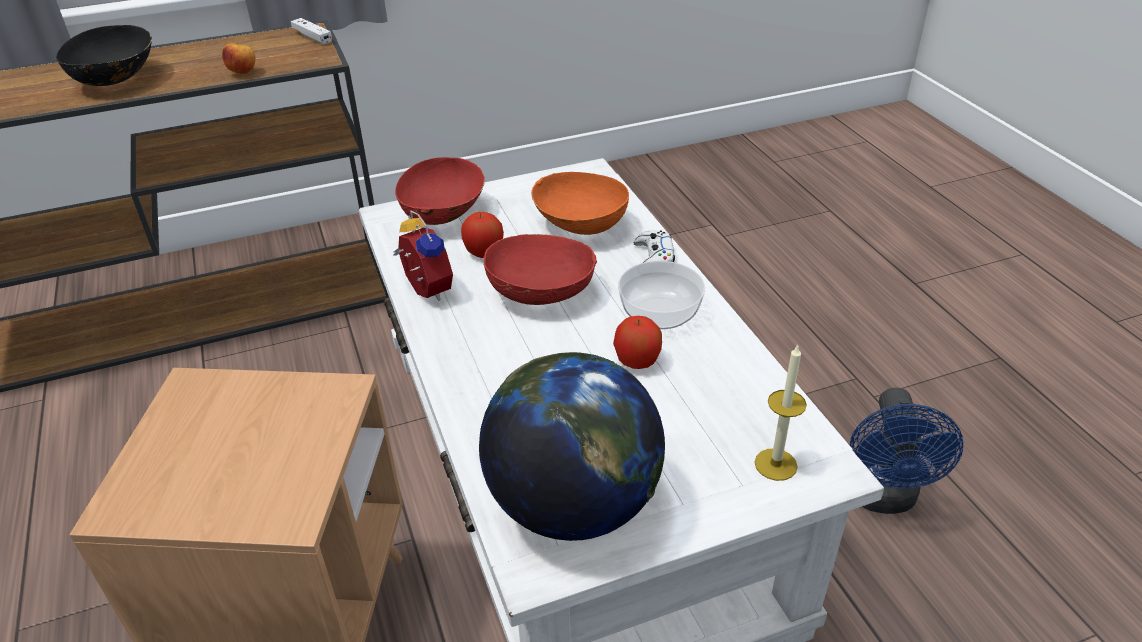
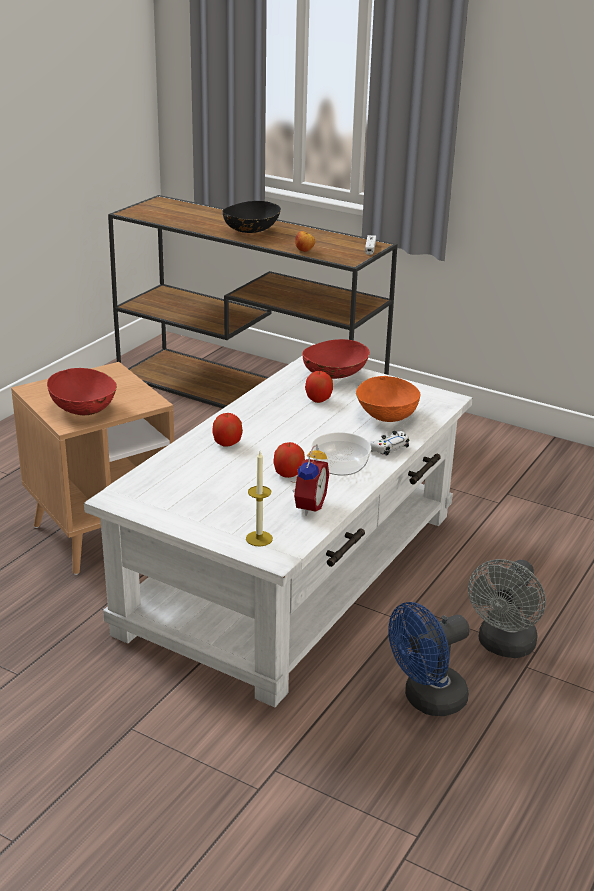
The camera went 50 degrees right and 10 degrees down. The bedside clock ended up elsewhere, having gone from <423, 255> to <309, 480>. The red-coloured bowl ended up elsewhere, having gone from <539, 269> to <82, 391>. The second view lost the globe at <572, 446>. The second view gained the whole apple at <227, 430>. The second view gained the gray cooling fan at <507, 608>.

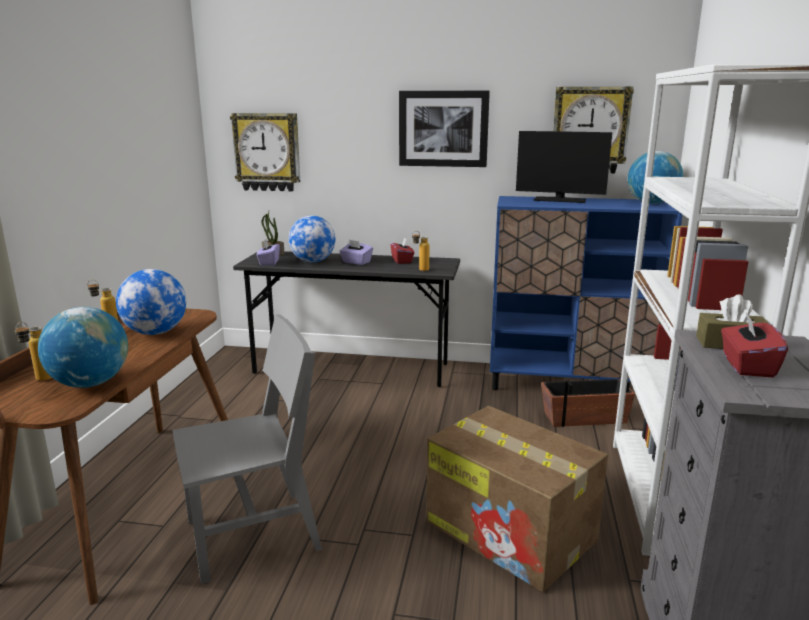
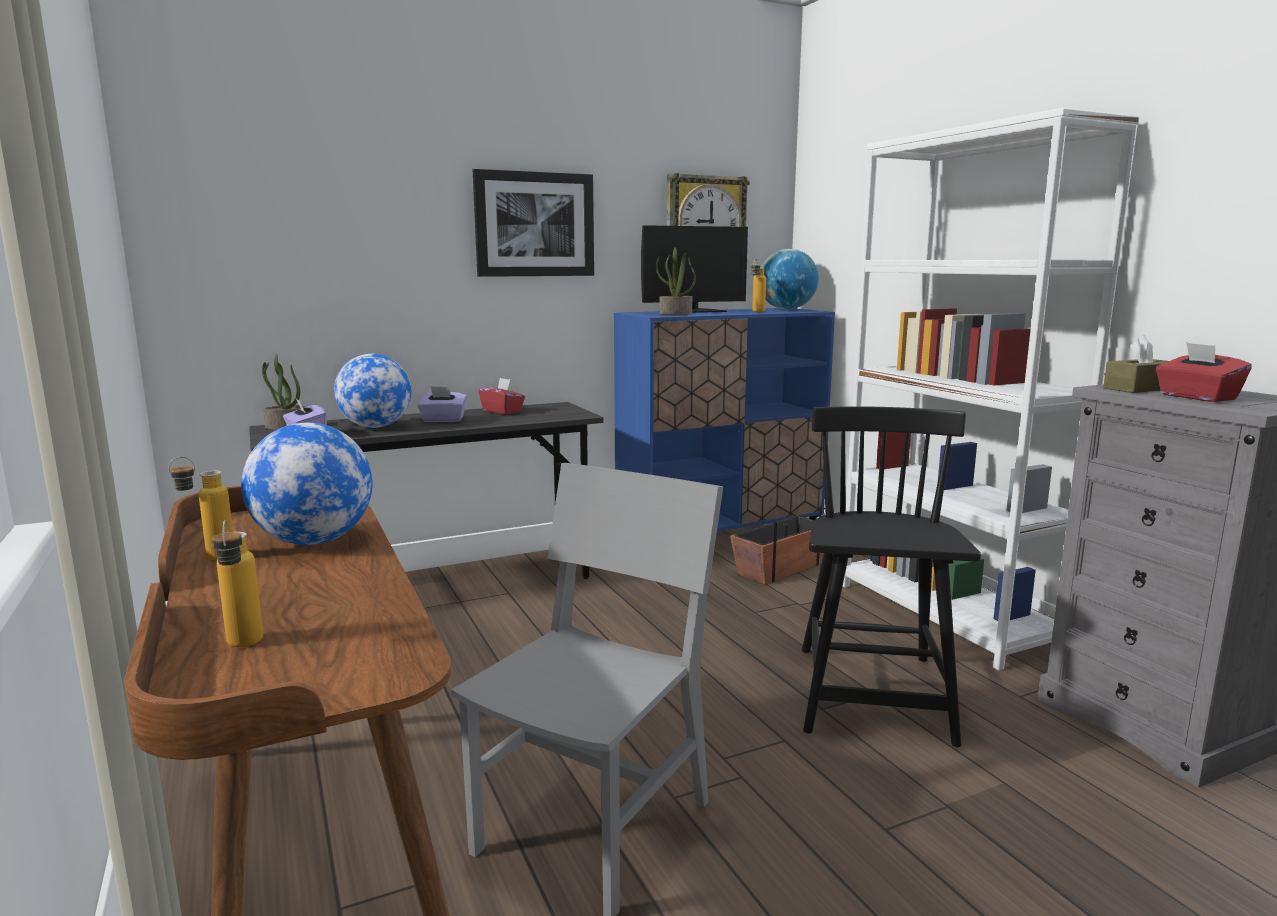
The camera went 35 degrees left and 5 degrees down. The second view lost the wall clock at <265, 152>. The beverage bottle ended up elsewhere, having gone from <421, 251> to <758, 285>. The second view lost the globe at <83, 347>. Where the packing box stood at <517, 499>, the black plain chair came to stand at <891, 576>. The second view gained the potted plant at <676, 281>.

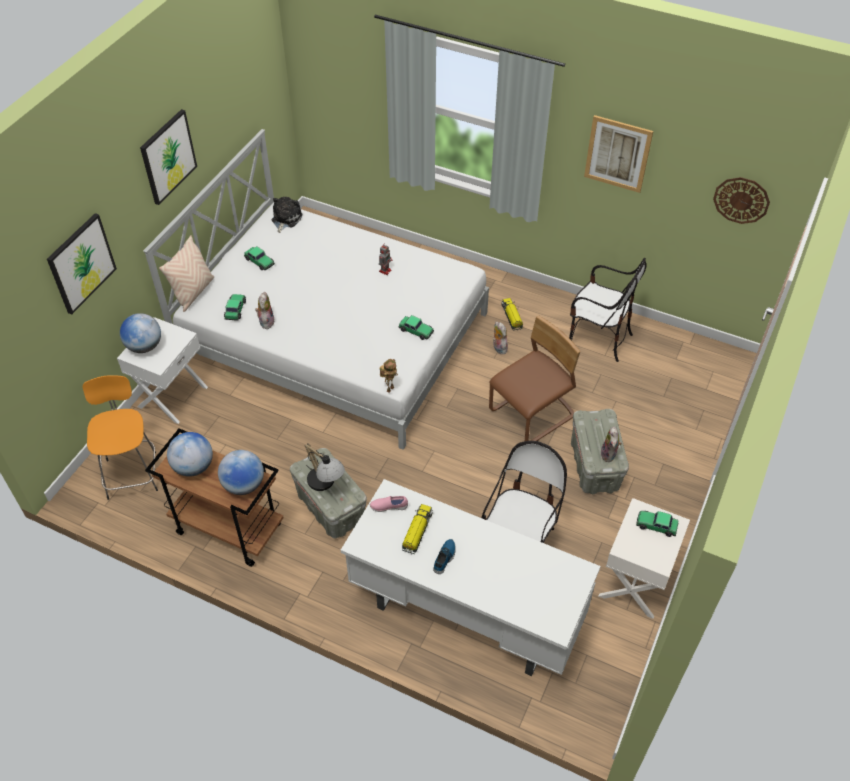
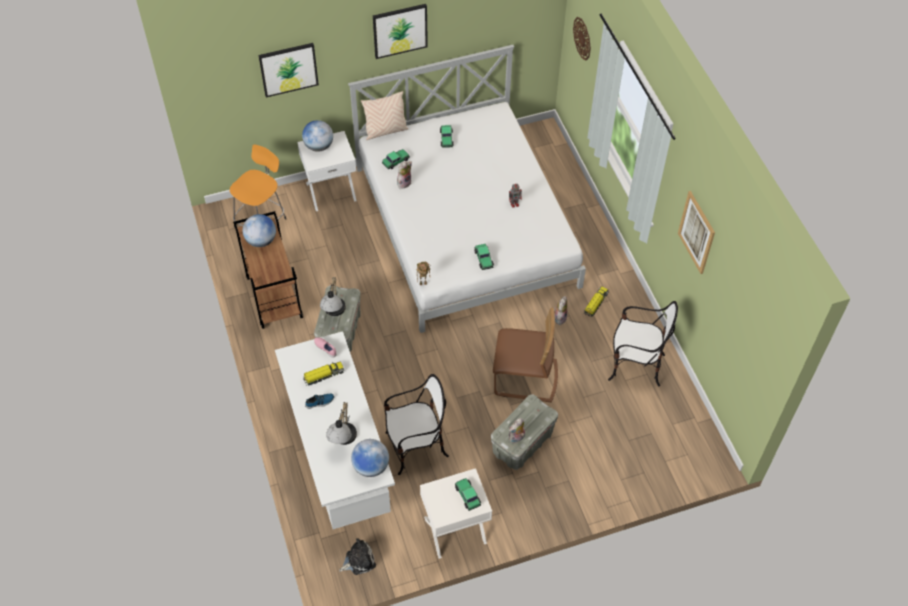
The camera went 45 degrees right and 5 degrees up. The wall clock ended up elsewhere, having gone from <741, 200> to <582, 38>. The cuddly toy ended up elsewhere, having gone from <287, 215> to <357, 556>. The plain chair at <607, 310> ended up facing another way, 60 degrees counterclockwise from before. The globe ended up elsewhere, having gone from <241, 472> to <370, 458>. The second view gained the table lamp at <341, 423>.

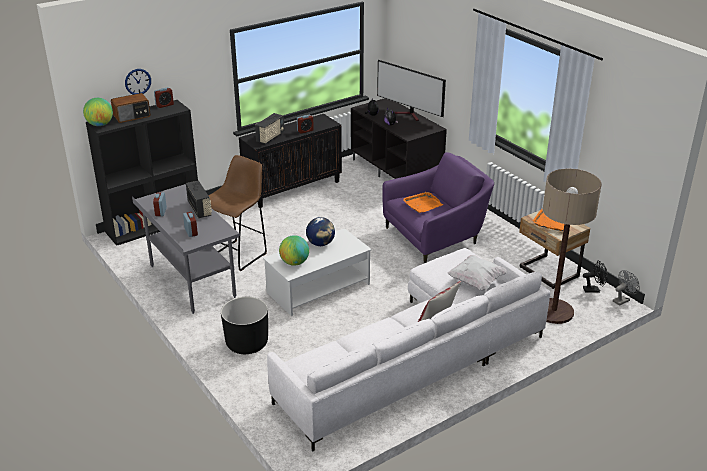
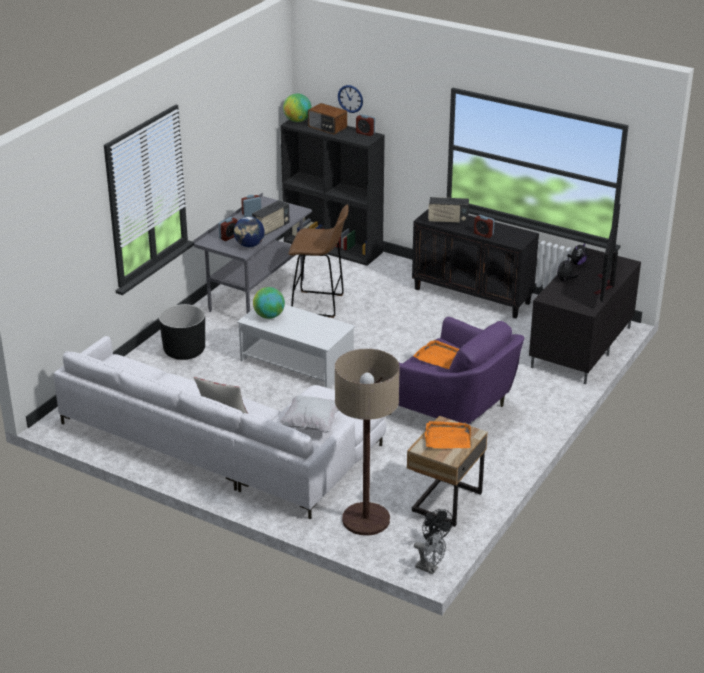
The camera went 65 degrees right and 0 degrees up. The globe ended up elsewhere, having gone from <320, 231> to <249, 231>.

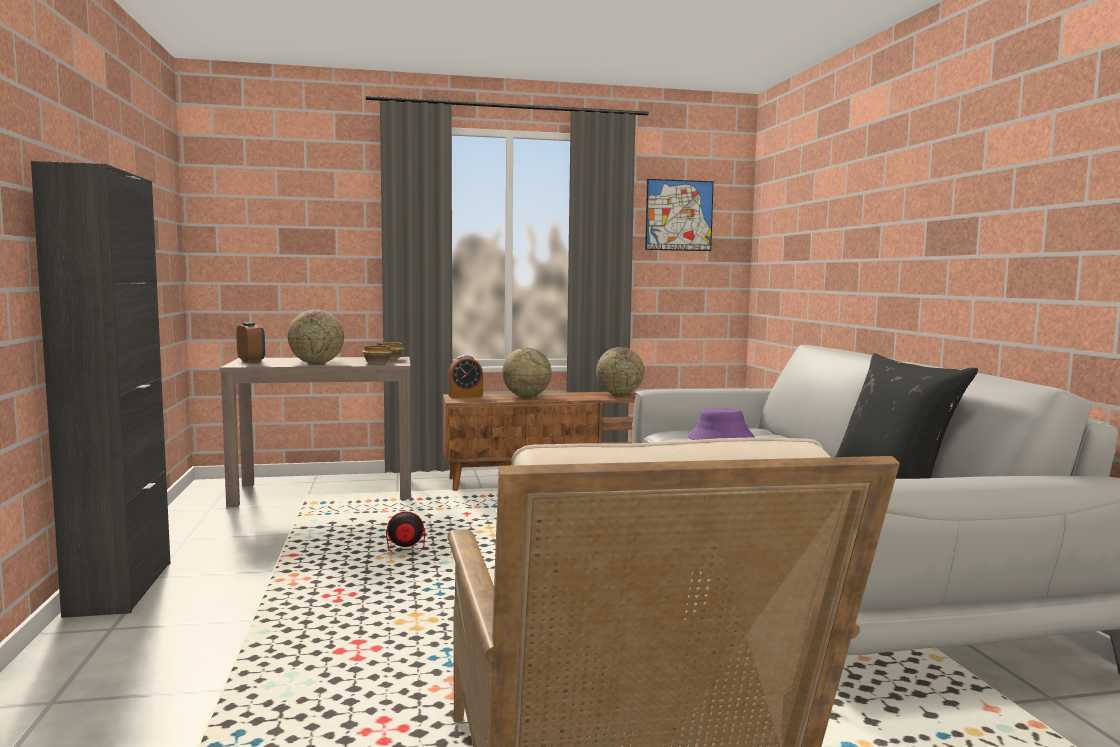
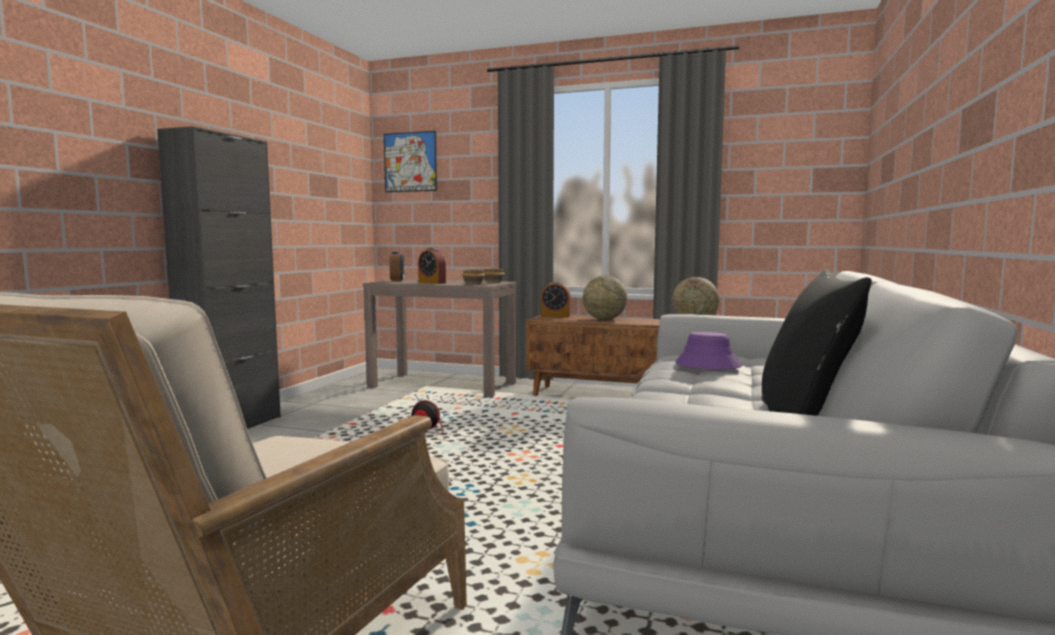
The camera went 30 degrees right and 0 degrees up. The picture ended up elsewhere, having gone from <679, 215> to <410, 161>. Where the globe stood at <316, 337>, the bedside clock came to stand at <432, 266>.

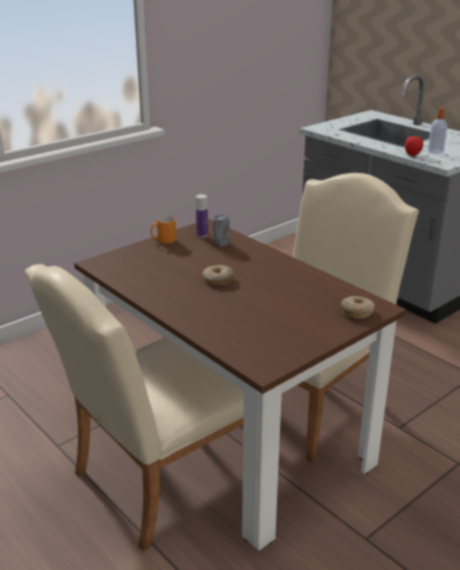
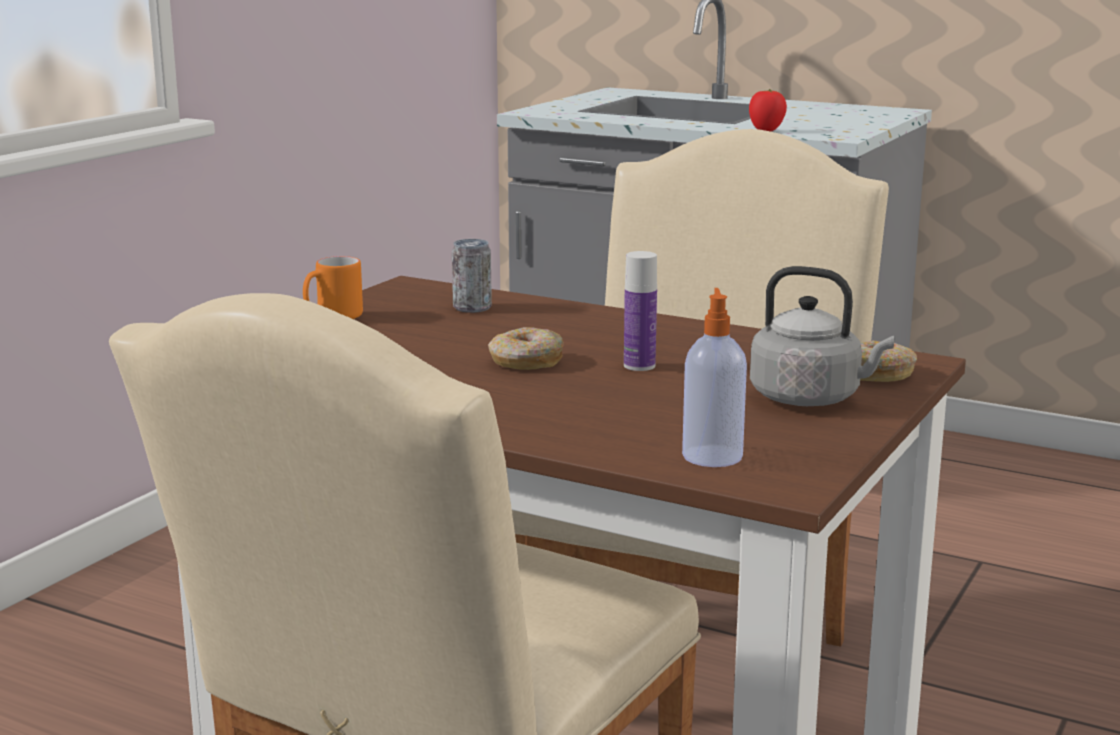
The camera went 20 degrees left and 10 degrees down. The liquid soap bottle ended up elsewhere, having gone from <437, 130> to <714, 377>. The beverage bottle ended up elsewhere, having gone from <202, 216> to <640, 311>. The second view gained the gray tea kettle at <822, 336>.

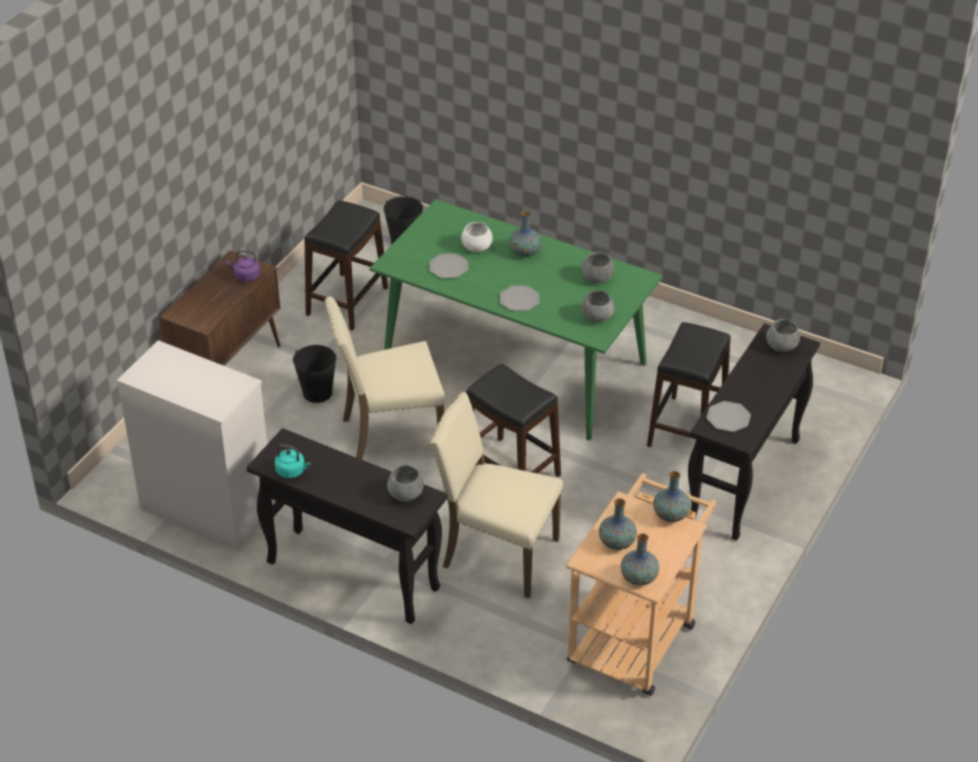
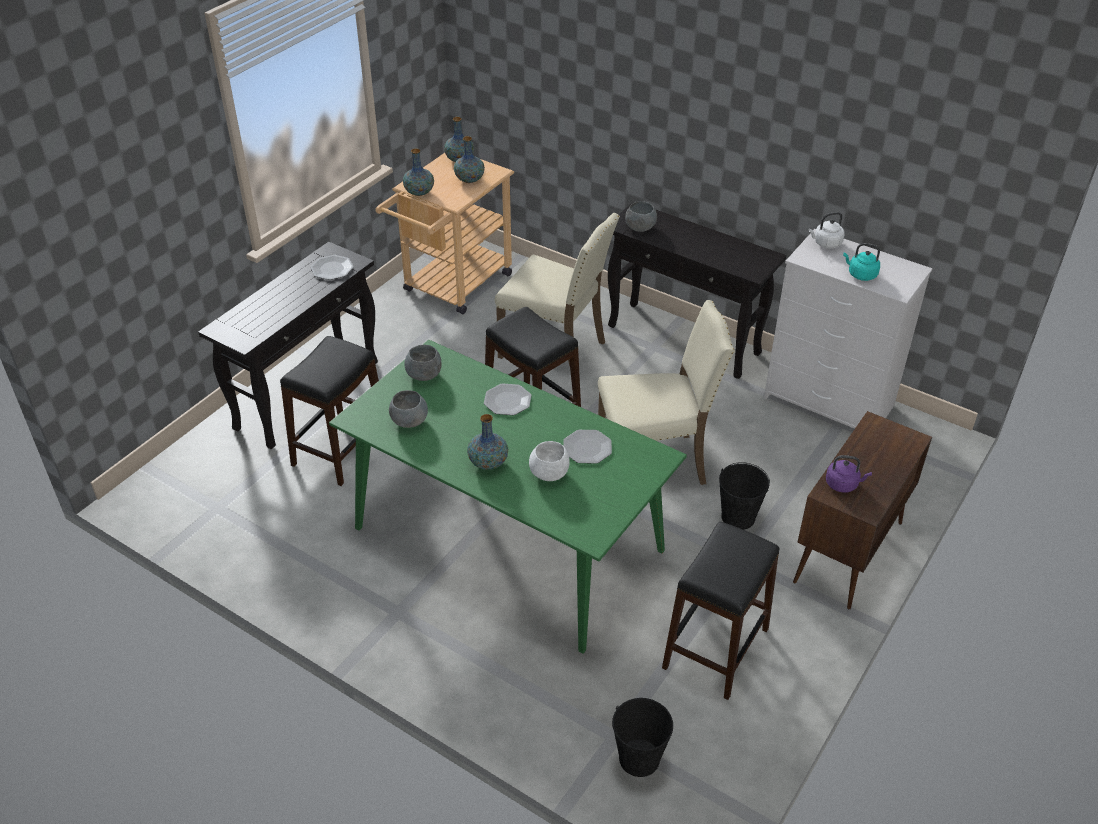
The camera went 175 degrees left and 0 degrees up. The second view lost the gray bowl at <783, 335>. The blue-green tea kettle ended up elsewhere, having gone from <292, 461> to <861, 262>. The second view gained the white tea kettle at <827, 230>.

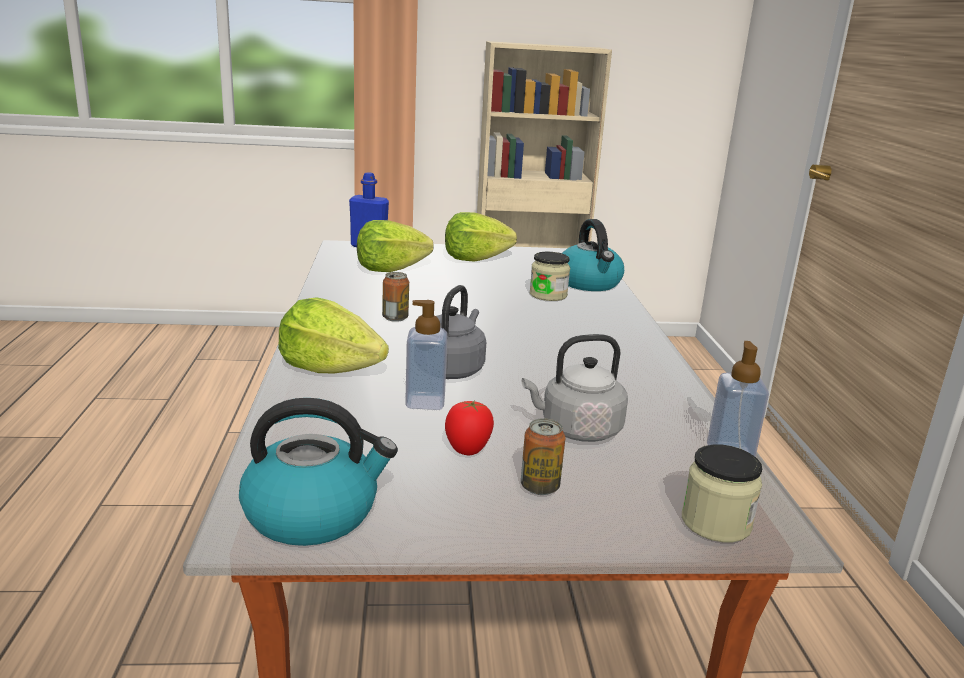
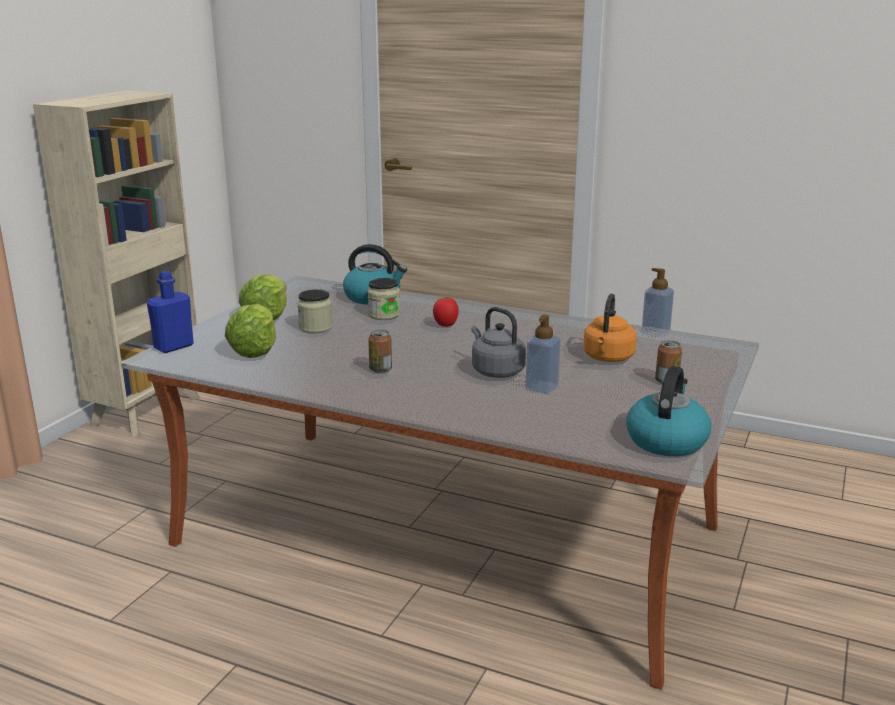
The camera went 60 degrees left and 0 degrees up. The second view lost the lettuce head at <333, 335>. What was the gray tea kettle at <575, 388> turned into the orangey tea kettle at <610, 328>. The whole tomato ended up elsewhere, having gone from <469, 428> to <446, 312>. The preserve jar ended up elsewhere, having gone from <722, 493> to <314, 311>.

